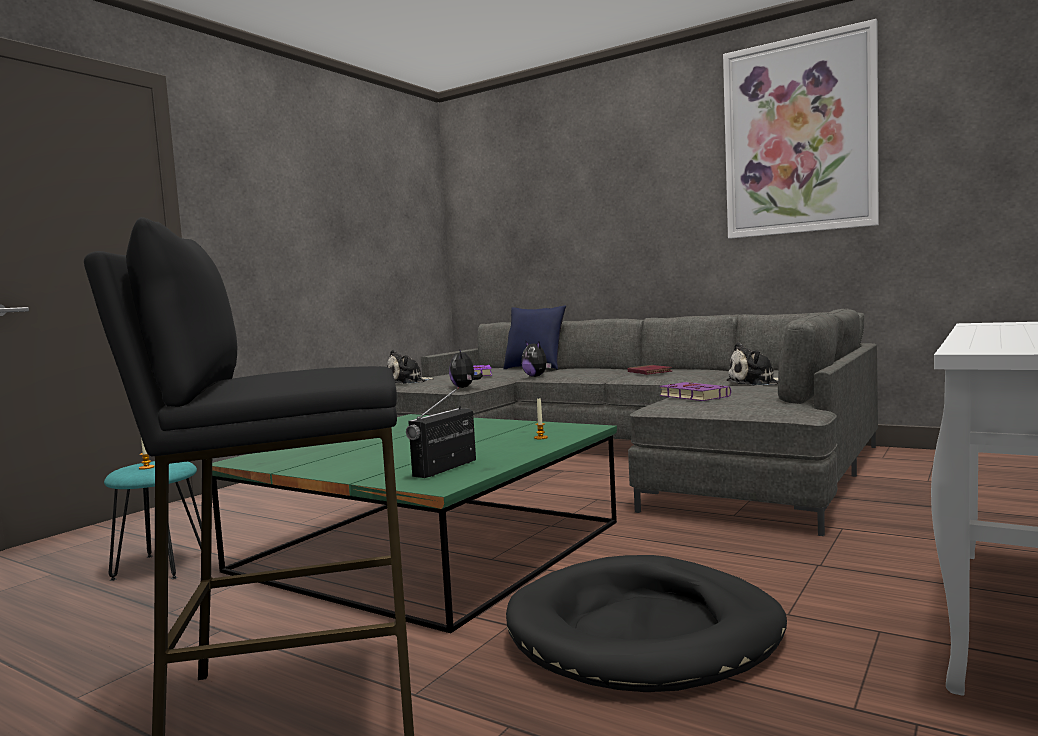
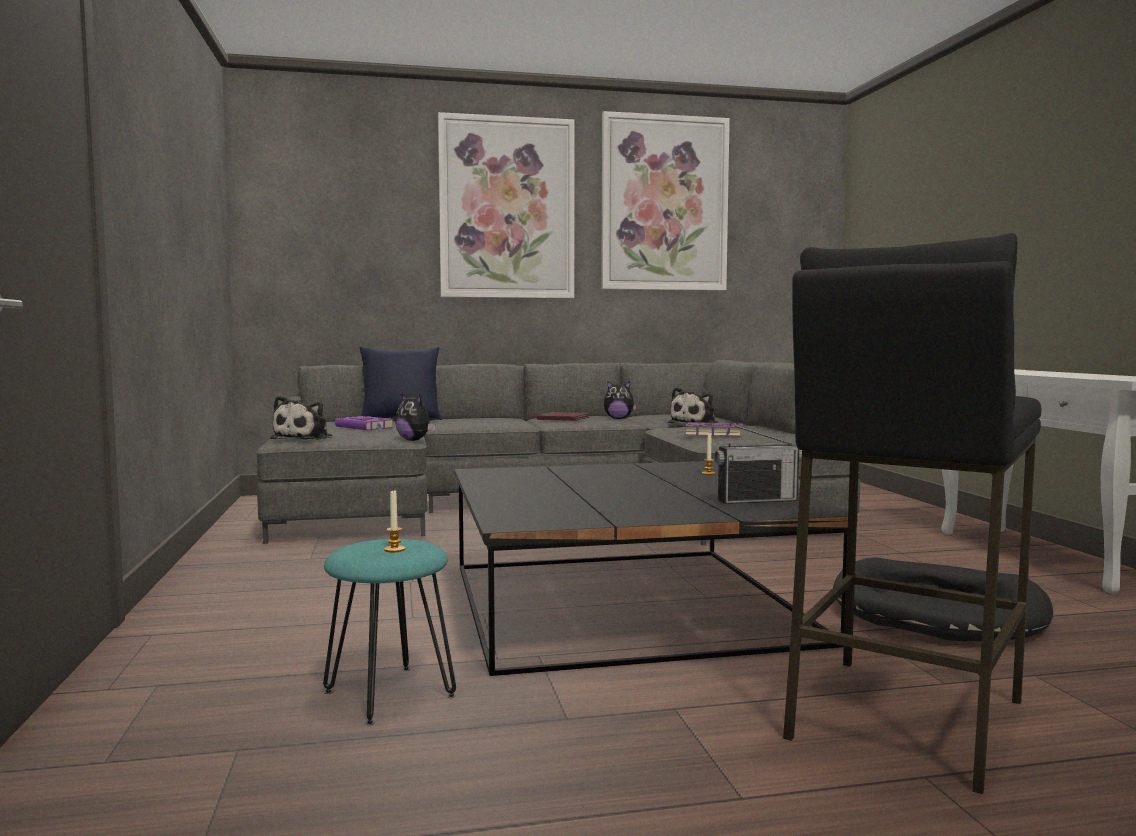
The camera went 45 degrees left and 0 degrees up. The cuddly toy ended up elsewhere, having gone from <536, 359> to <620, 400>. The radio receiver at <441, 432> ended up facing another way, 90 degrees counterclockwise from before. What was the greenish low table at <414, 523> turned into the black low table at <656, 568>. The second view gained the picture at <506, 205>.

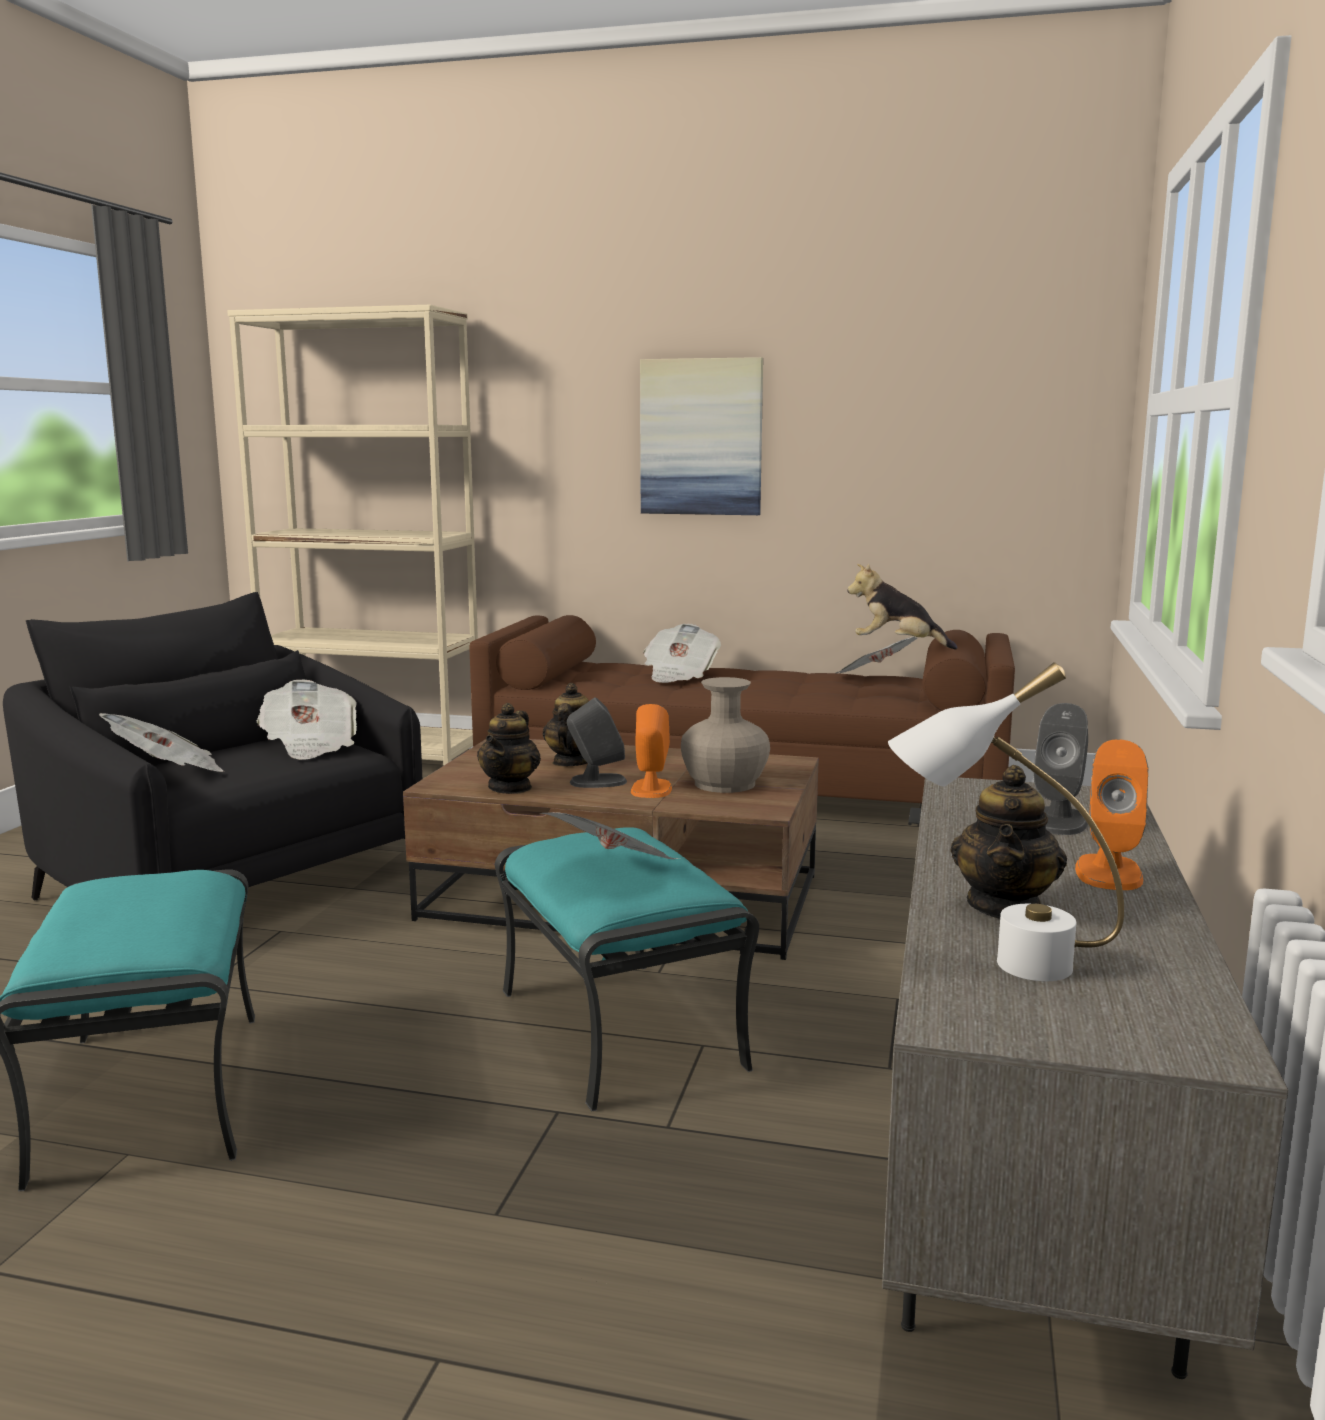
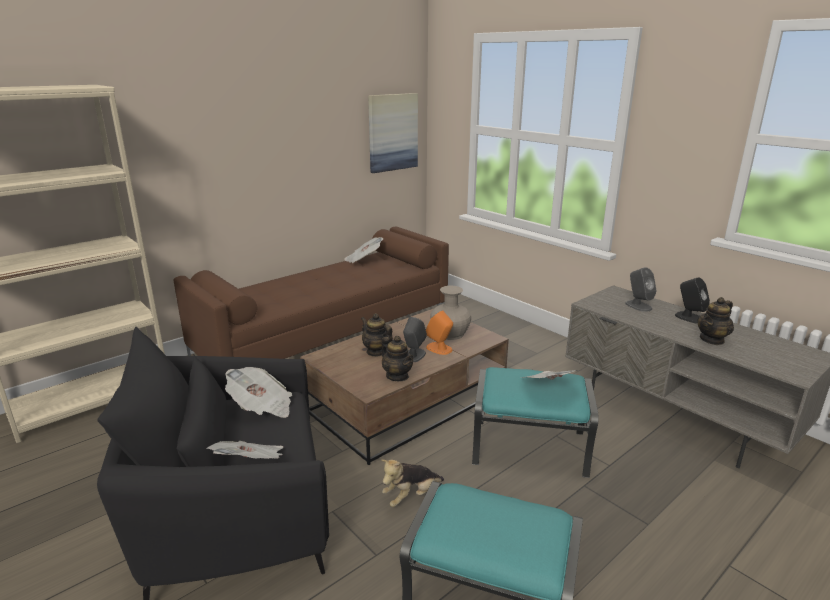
The camera went 55 degrees left and 10 degrees up. The picture ended up elsewhere, having gone from <701, 436> to <393, 133>. The cuddly toy ended up elsewhere, having gone from <902, 607> to <412, 483>. The second view lost the daily paper at <682, 653>. The second view lost the white table lamp at <1006, 821>. What was the orangey loudspeaker at <1112, 814> turned into the black loudspeaker at <692, 300>. The tea pot at <1009, 842> ended up facing another way, 90 degrees clockwise from before.

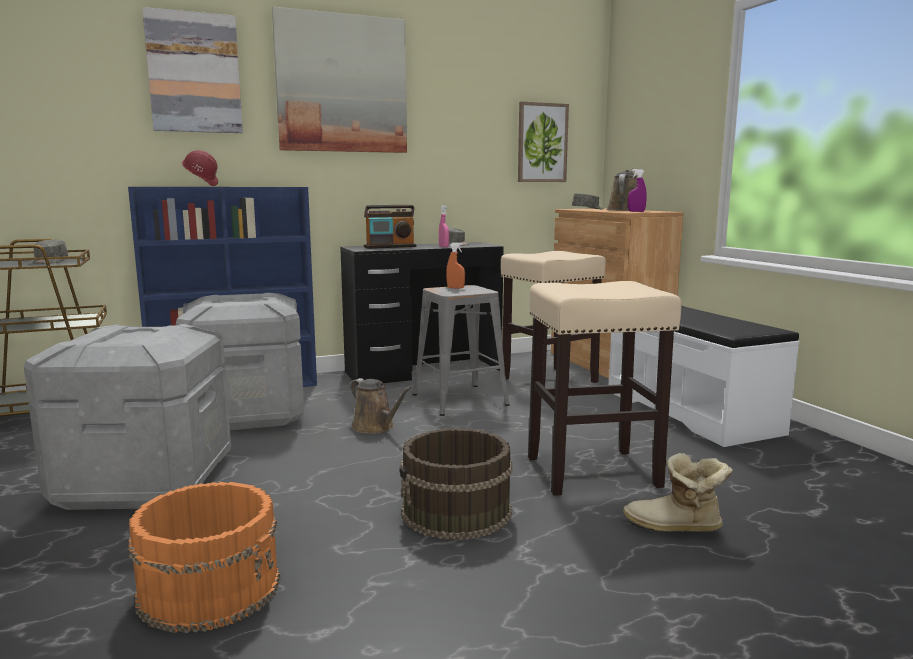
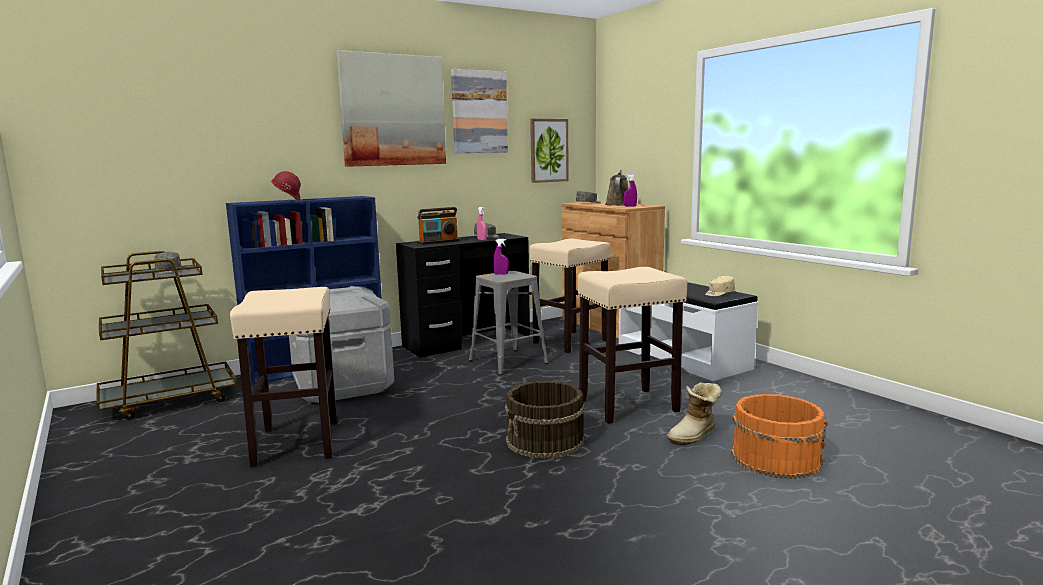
The camera went 10 degrees left and 0 degrees up. The picture ended up elsewhere, having gone from <192, 70> to <479, 111>. What was the orangey hand sprayer at <455, 266> turned into the purple hand sprayer at <501, 257>. Where the gray storage container stood at <127, 417>, the sand-coloured stool came to stand at <283, 377>. The second view lost the brown-coloured watering can at <381, 406>. The tall boot at <678, 492> ended up facing another way, 45 degrees counterclockwise from before. The orangey water bucket ended up elsewhere, having gone from <204, 557> to <779, 436>. The second view gained the sand-coloured cap at <720, 286>.

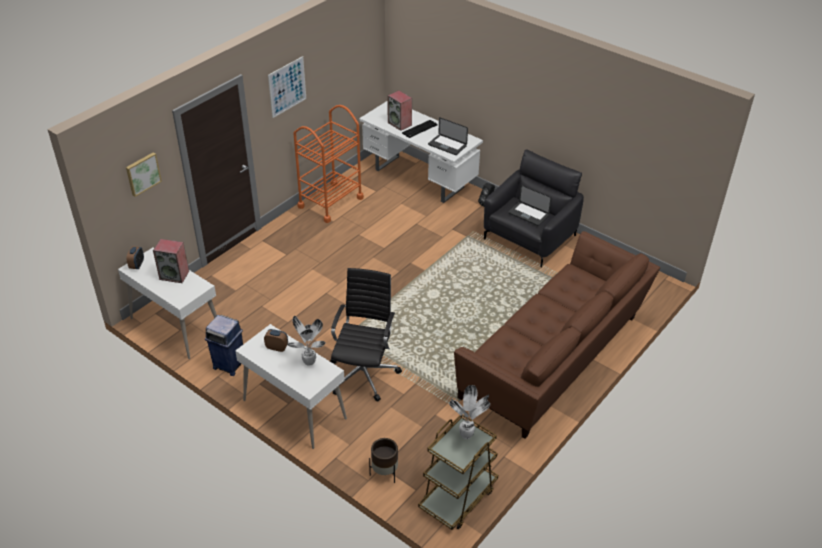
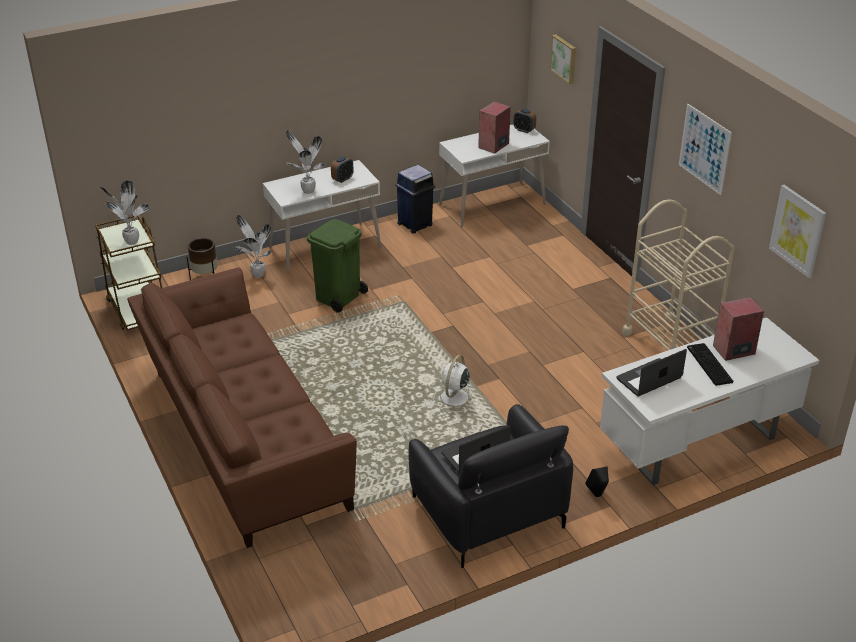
The camera went 115 degrees right and 5 degrees down. What was the orangey cart at <328, 164> turned into the sand-coloured cart at <678, 275>. Where the black office chair stood at <366, 335>, the greenish waste bin came to stand at <337, 266>. The second view gained the picture at <797, 231>. The second view gained the potted plant at <252, 246>. The second view gained the white cooling fan at <454, 383>.

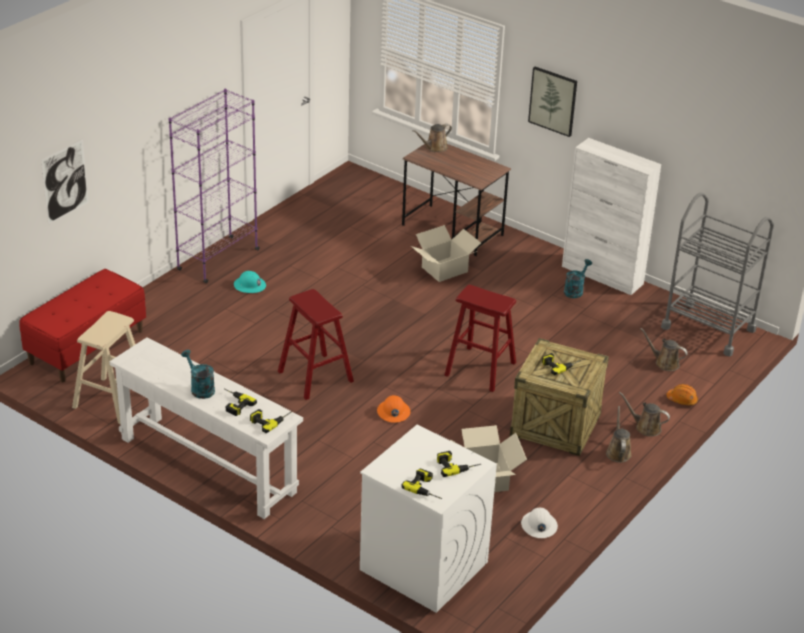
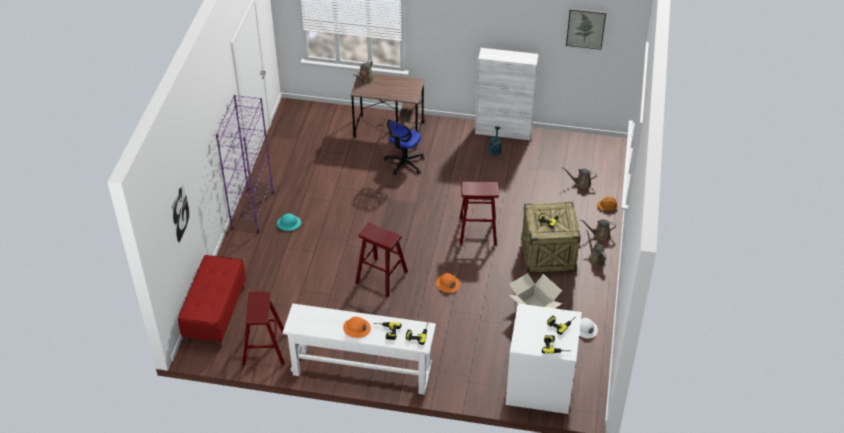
The camera went 25 degrees left and 10 degrees up. The picture ended up elsewhere, having gone from <552, 102> to <586, 28>. The second view lost the gray cart at <717, 274>. Where the packing box stood at <446, 253>, the office chair came to stand at <404, 147>. What was the sand-coloured stool at <104, 367> turned into the red-coloured stool at <263, 328>. Where the blue-green watering can stood at <198, 374>, the orangey hard hat came to stand at <357, 327>.

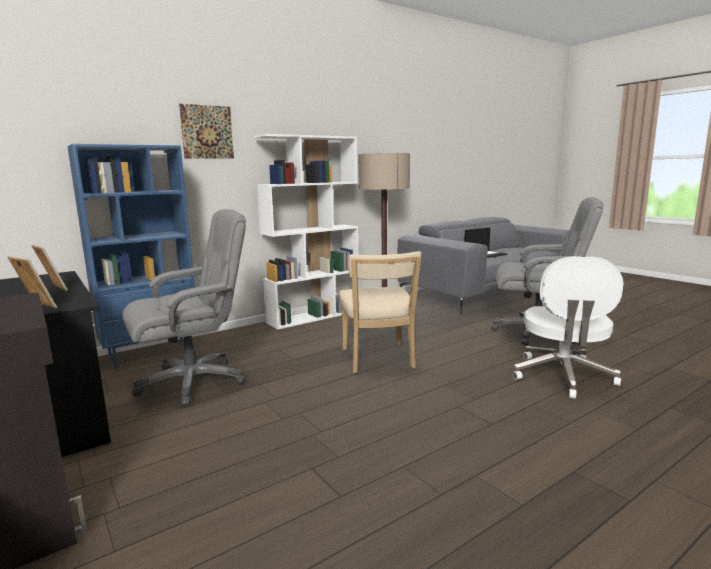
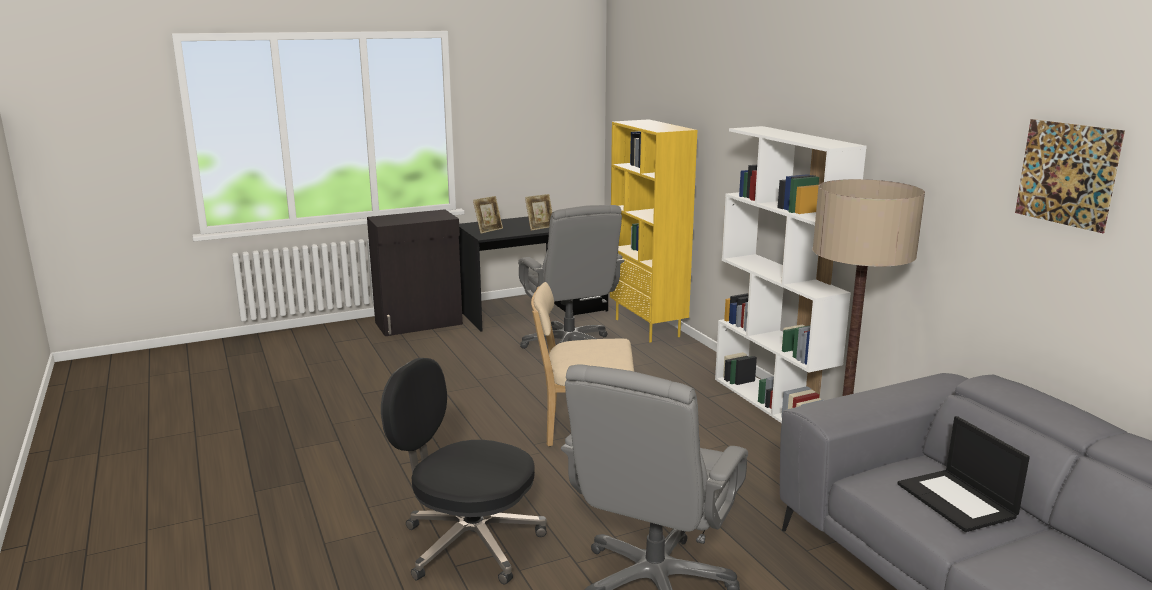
The camera went 100 degrees right and 5 degrees up. The picture ended up elsewhere, having gone from <206, 131> to <1070, 176>. What was the blue-coloured bookshelf at <131, 256> turned into the yellow bookshelf at <653, 230>. What was the white office chair at <568, 327> turned into the black office chair at <464, 471>.

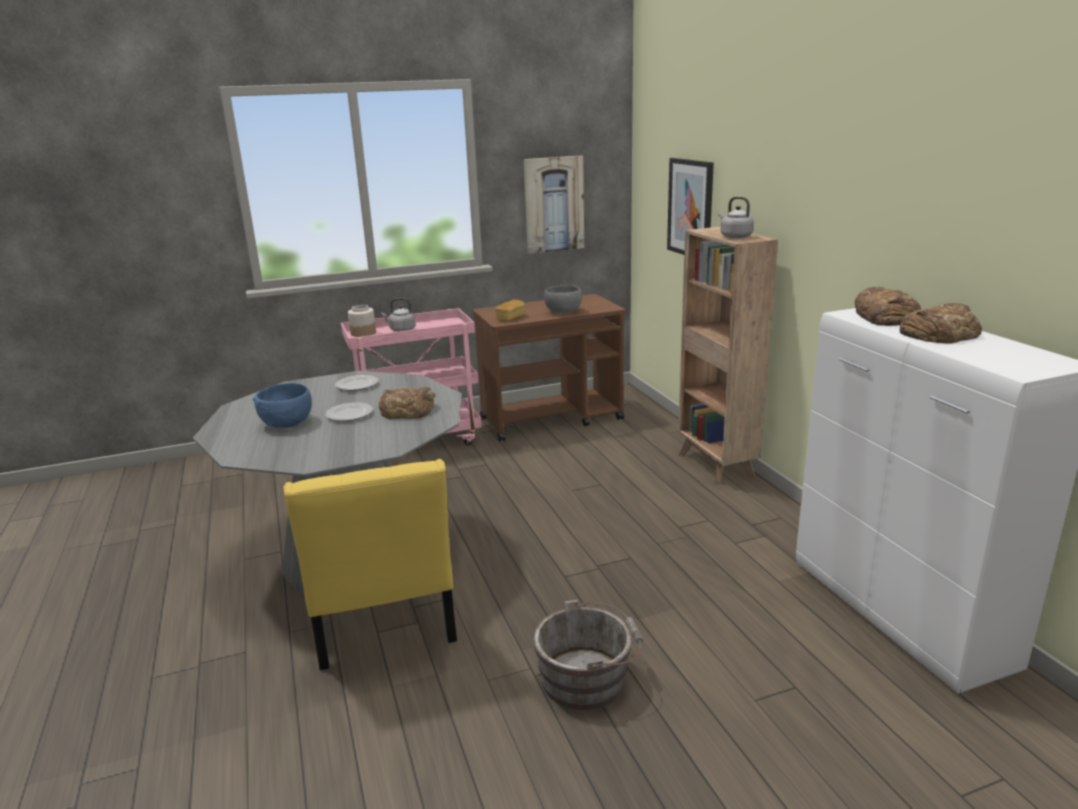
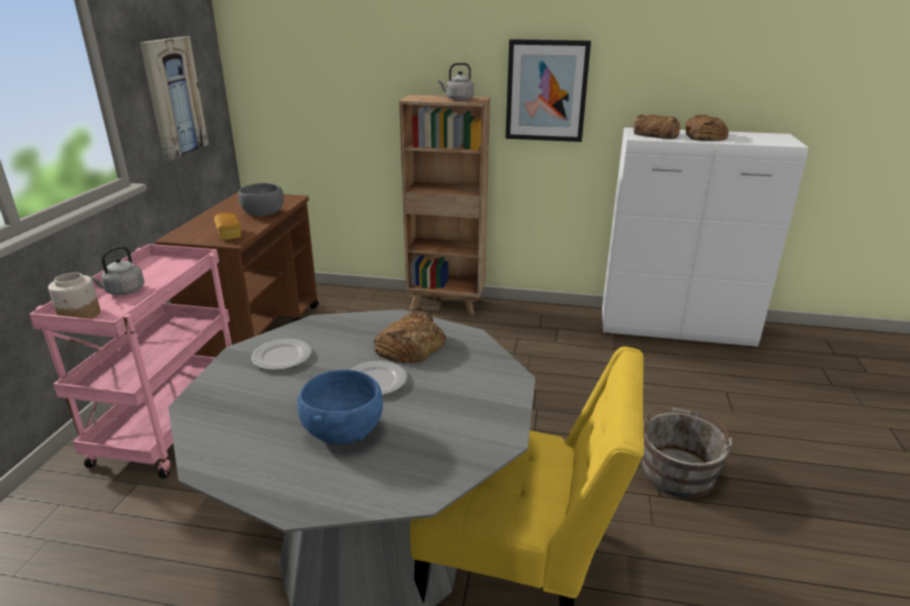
The camera went 60 degrees left and 5 degrees up. The picture ended up elsewhere, having gone from <690, 206> to <548, 90>.

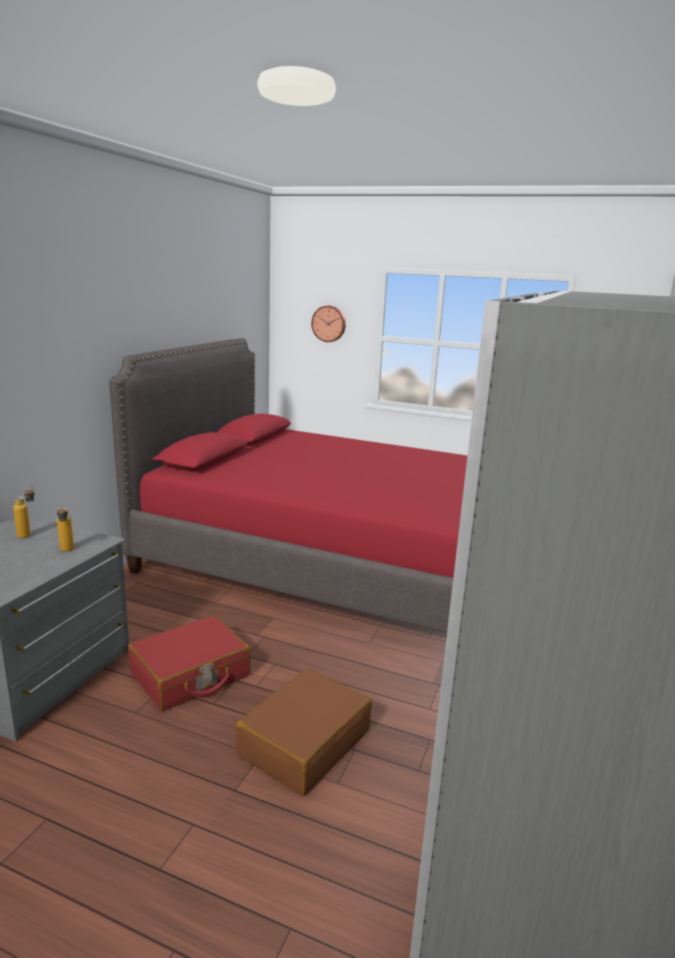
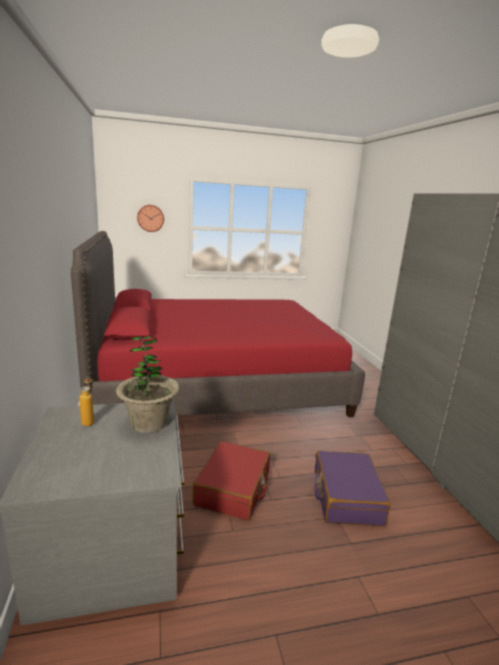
The camera went 35 degrees left and 0 degrees up. Where the beverage bottle stood at <65, 528>, the potted plant came to stand at <148, 384>. What was the brown-coloured piece of luggage at <304, 732> turned into the purple piece of luggage at <353, 488>.

